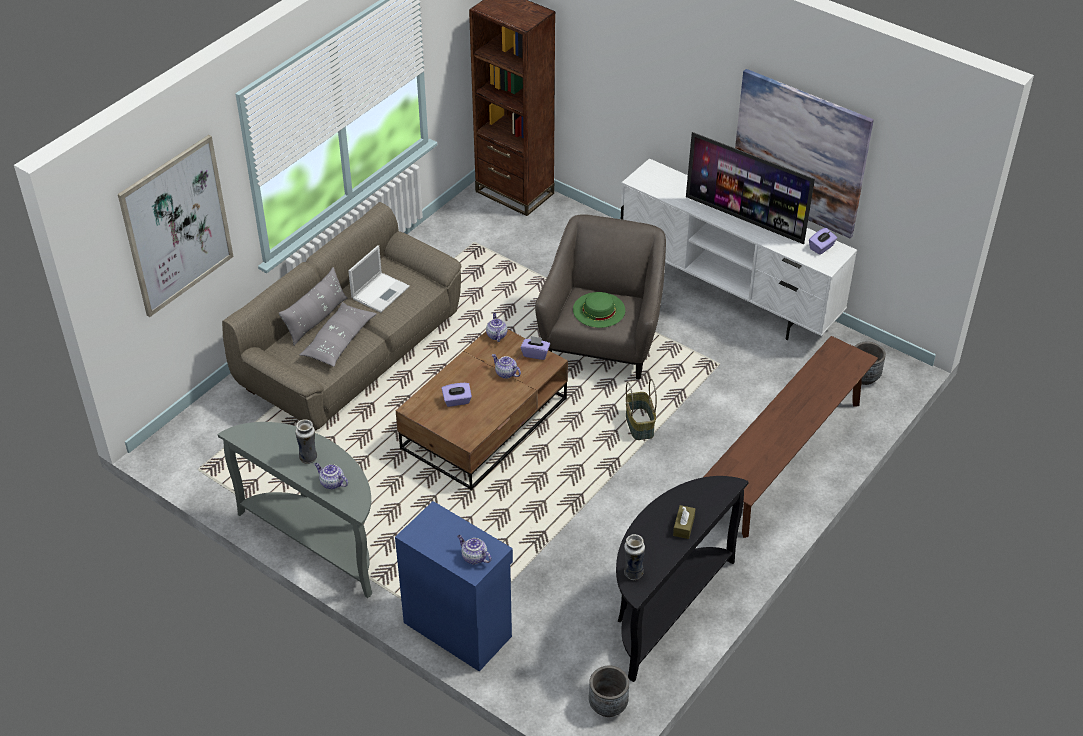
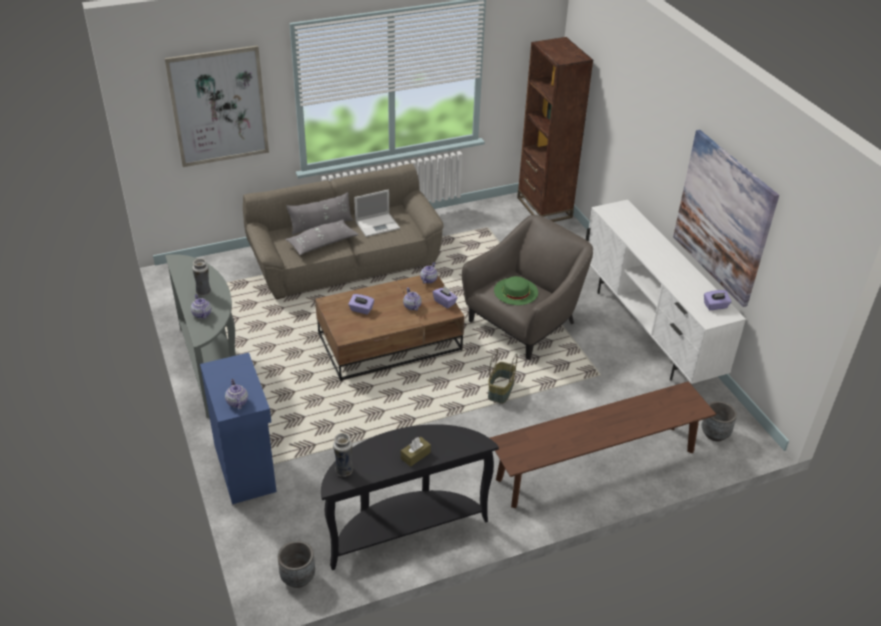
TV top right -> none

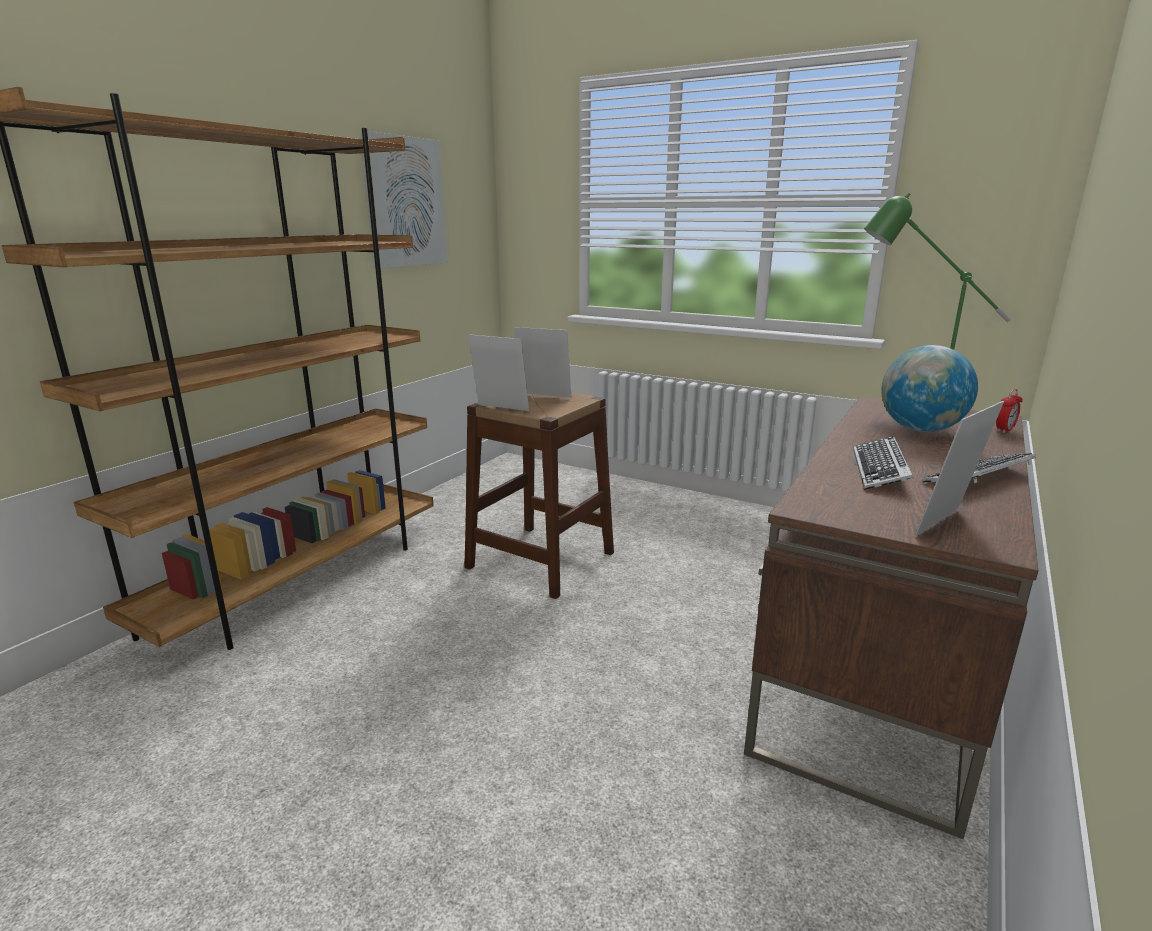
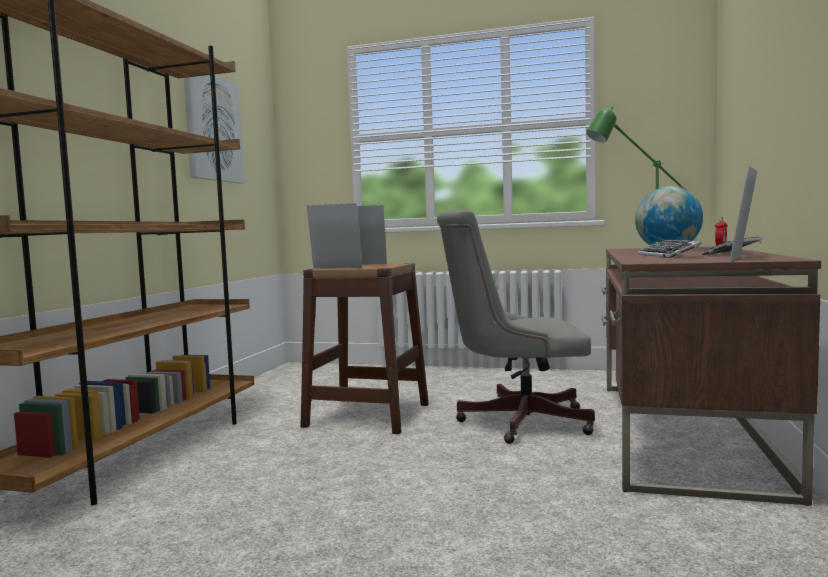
none -> desk chair (greyish) centre

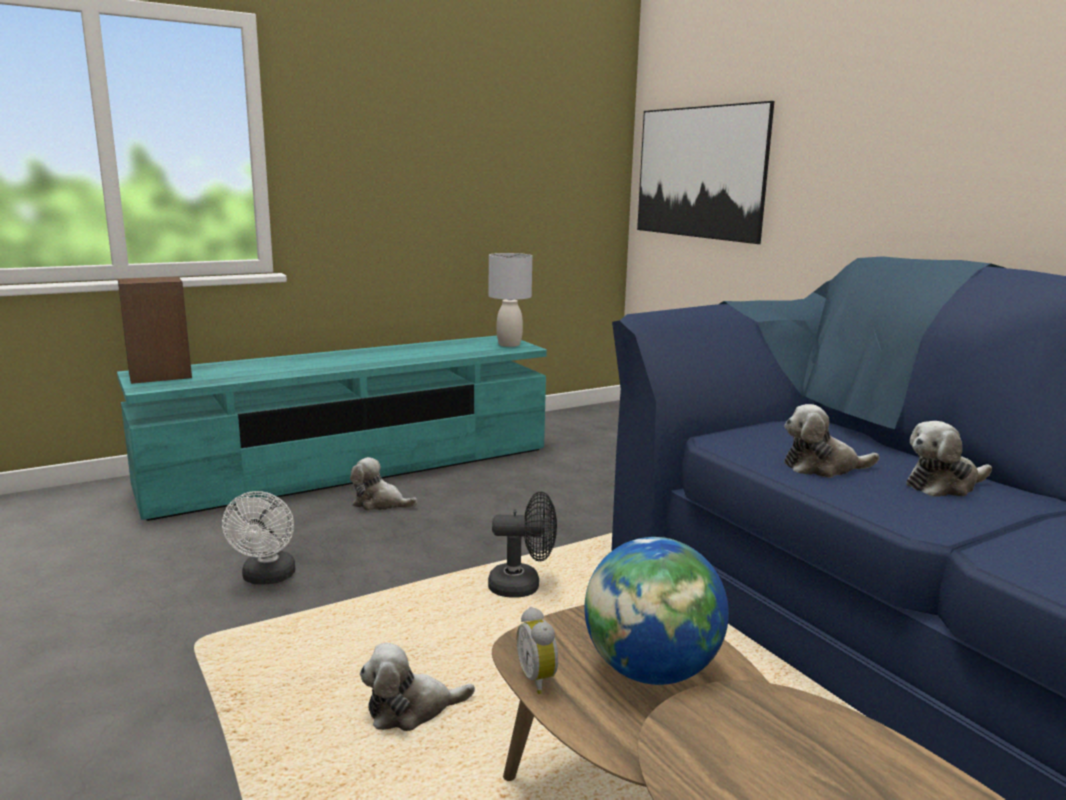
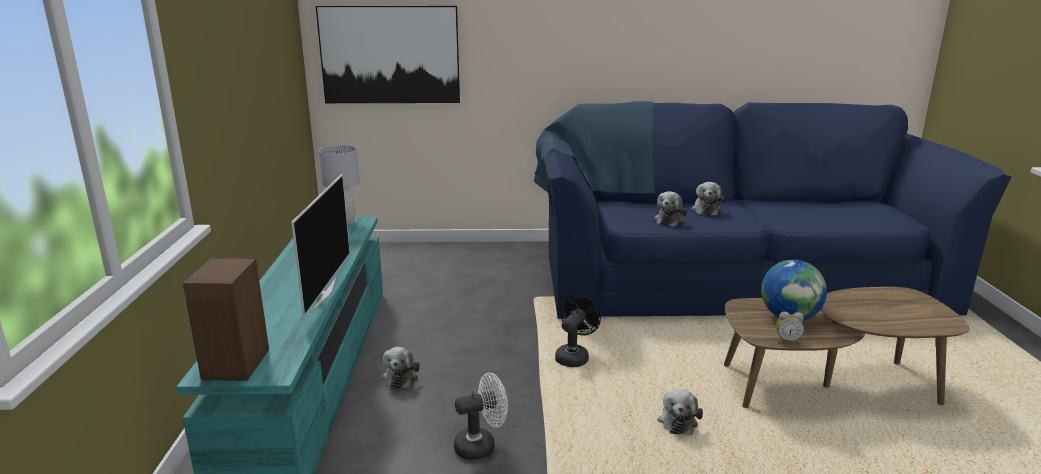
plush toy (1st from left) centre -> plush toy (1st from left) bottom centre, 45 degrees counterclockwise
fan (white-coloured) bottom left -> fan (white-coloured) bottom centre, 45 degrees counterclockwise
none -> TV middle left

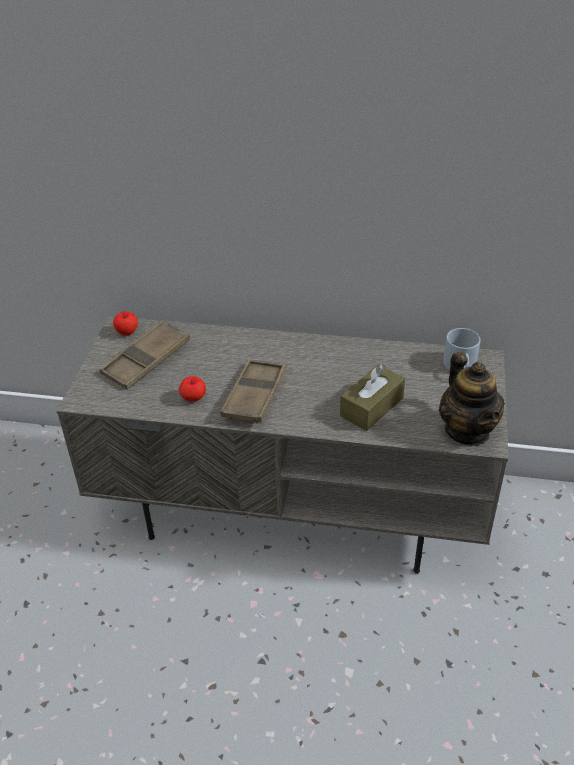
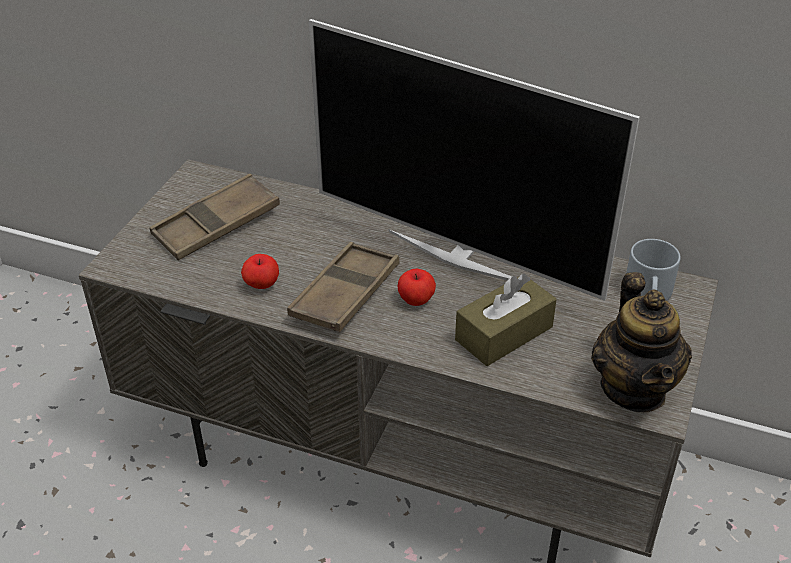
apple fruit (1st from left in the first image) middle left -> apple fruit (2nd from left) centre, moved
none -> TV top centre

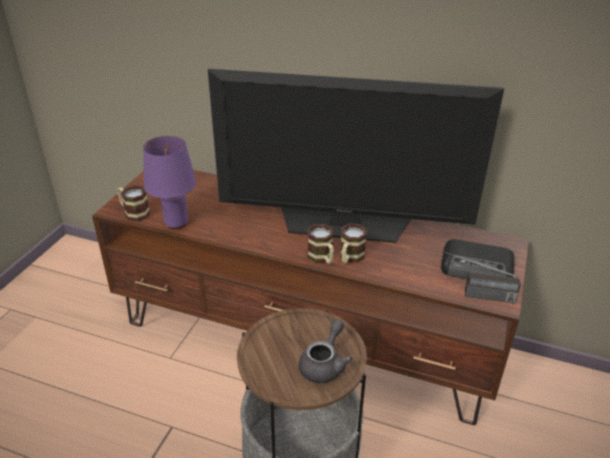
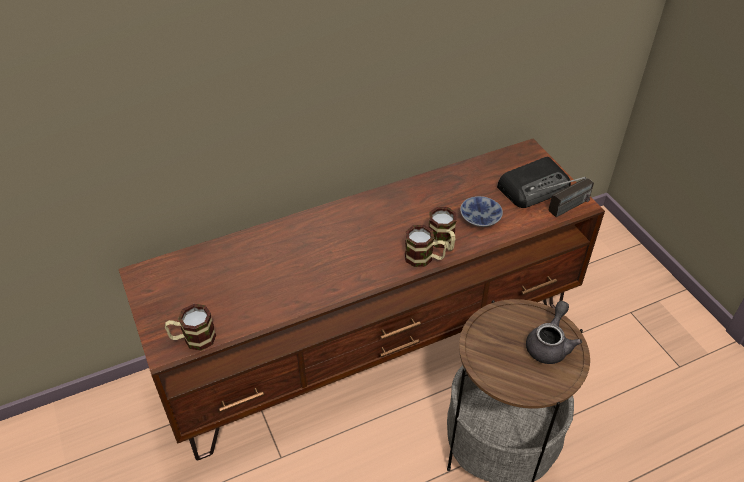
TV centre -> none
table lamp (purplish) middle left -> none
pot for tea (greyish) bottom centre -> pot for tea (greyish) bottom right, 45 degrees clockwise
none -> bowl centre

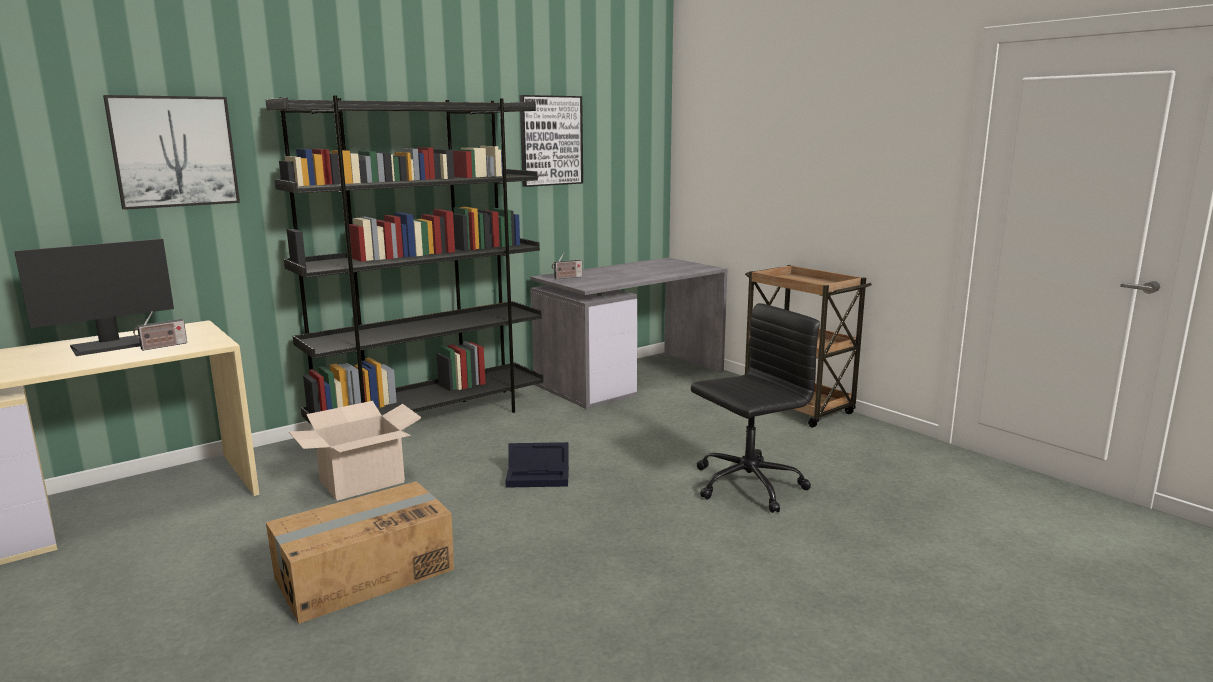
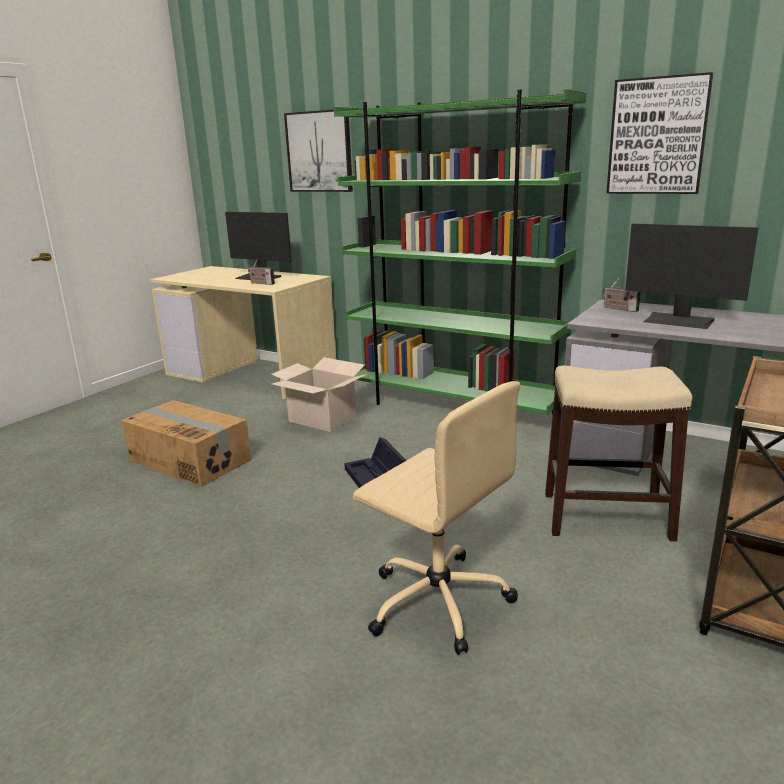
bookshelf (black) middle left -> bookshelf (green) top centre
desk chair (black) centre -> desk chair (beige-coloured) centre
none -> computer display (2nd from left) middle right
none -> stool seat middle right

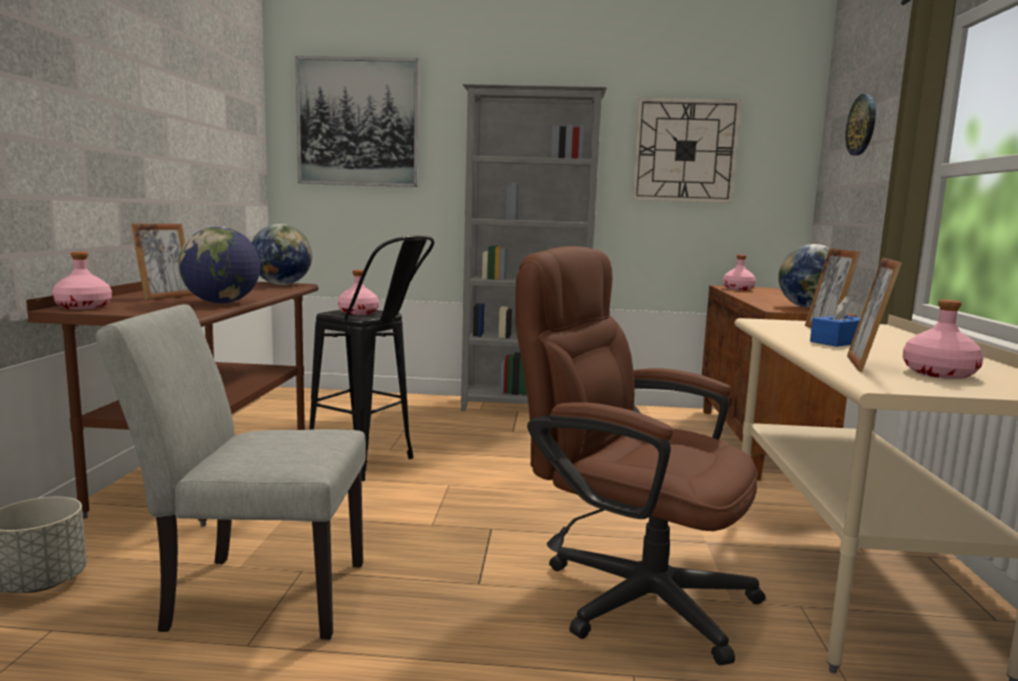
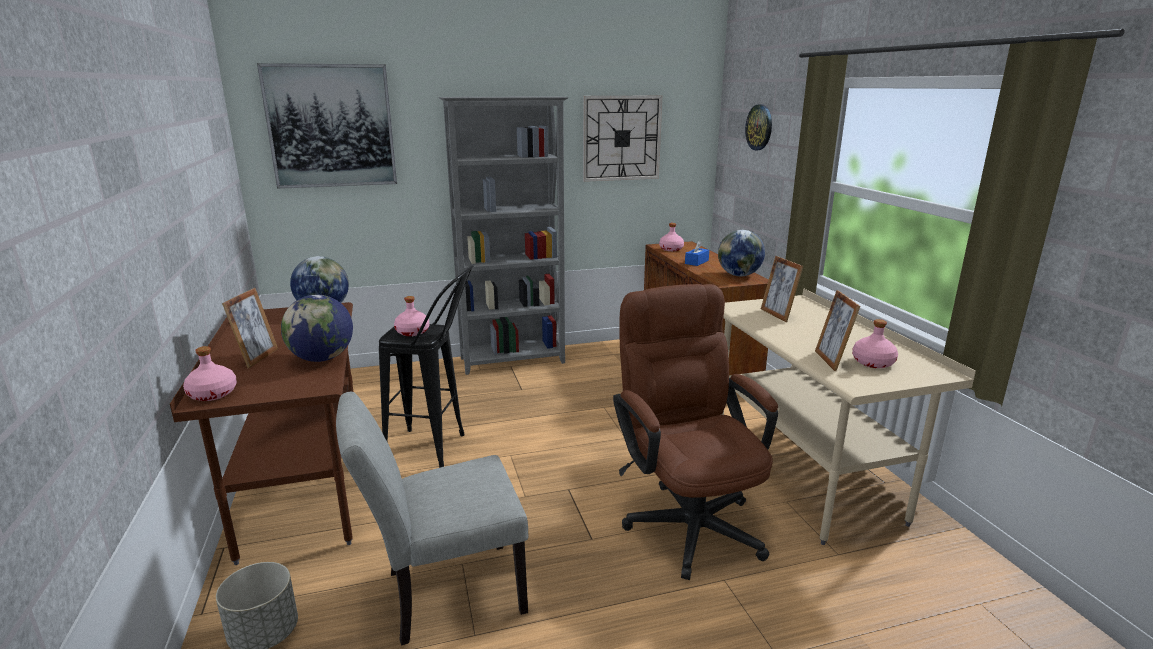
desk chair (brown) bottom centre -> desk chair (brown) centre, 60 degrees clockwise
box of tissues (blue) middle right -> box of tissues (blue) centre, moved

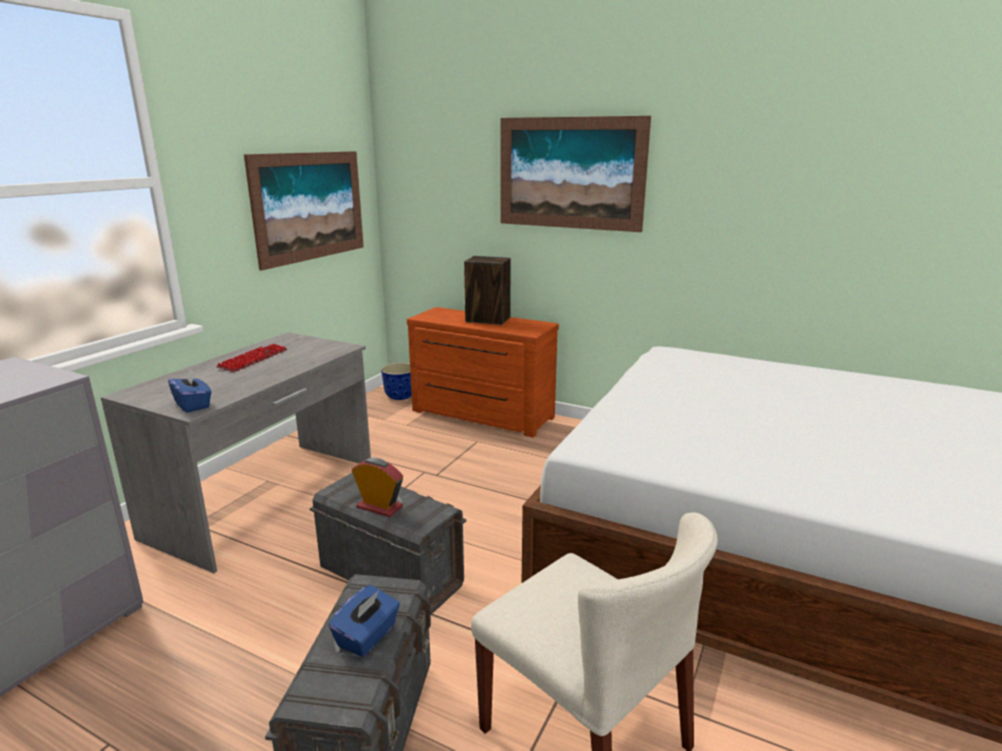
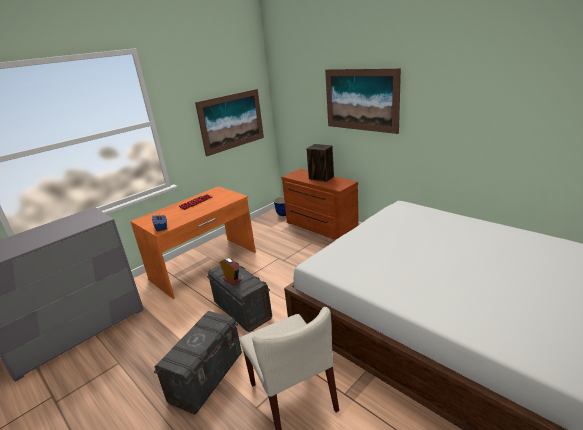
desk table (greyish) middle left -> desk table (orangey) middle left
box of tissues (blue) (2nd from left) bottom centre -> none

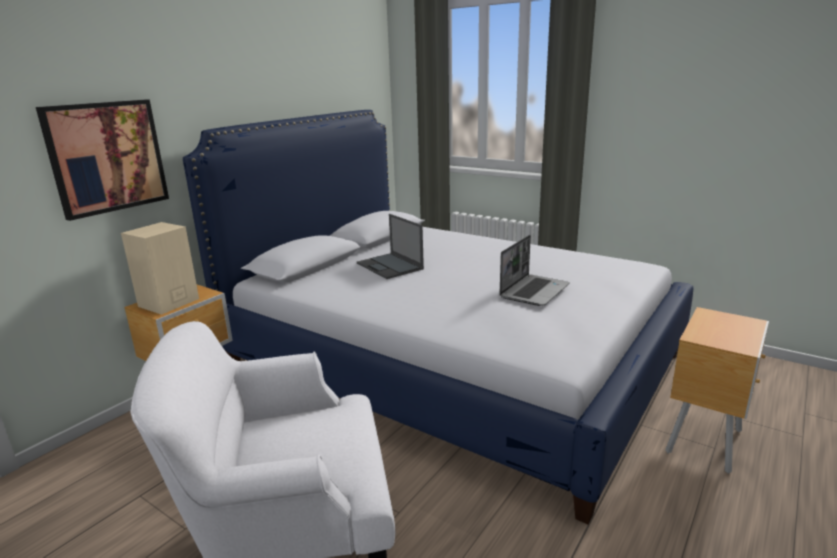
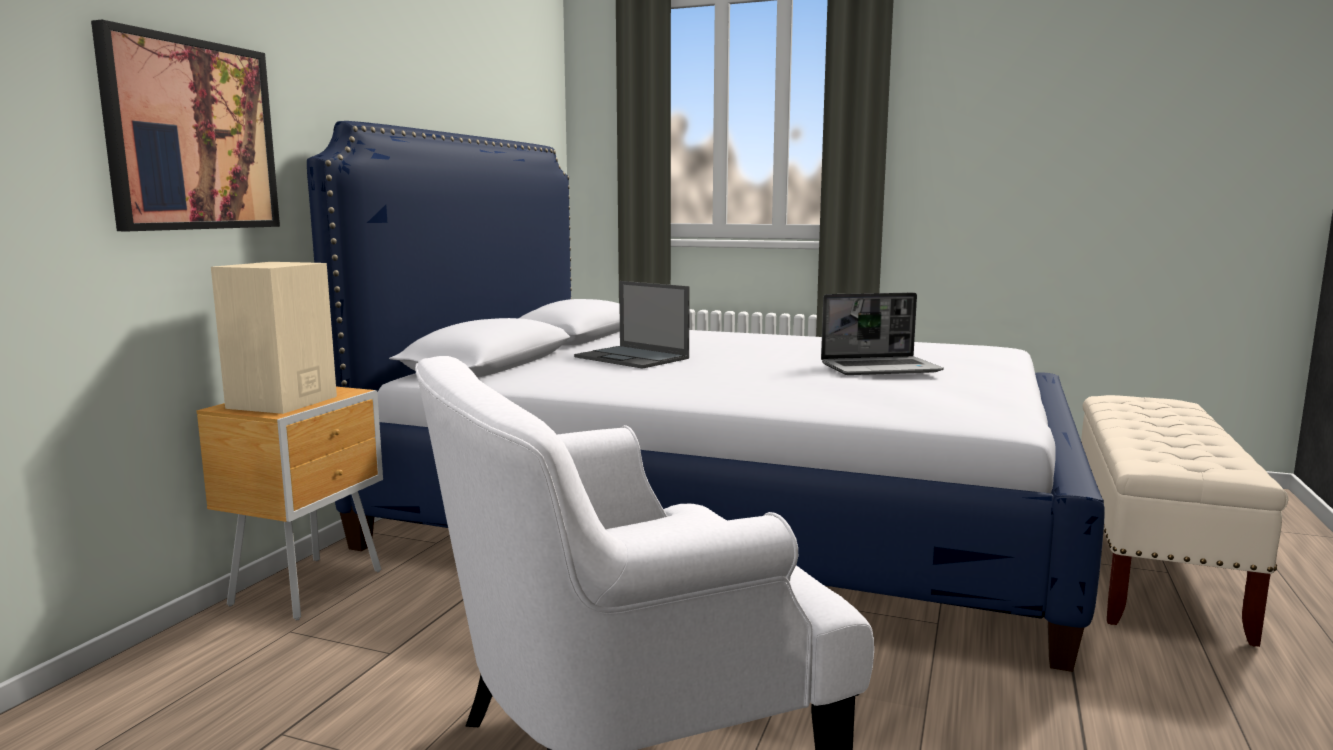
notebook computer (2nd from left) centre, 60 degrees clockwise
night table (brown) (2nd from left) bottom right -> long seat (beige-coloured) bottom right

